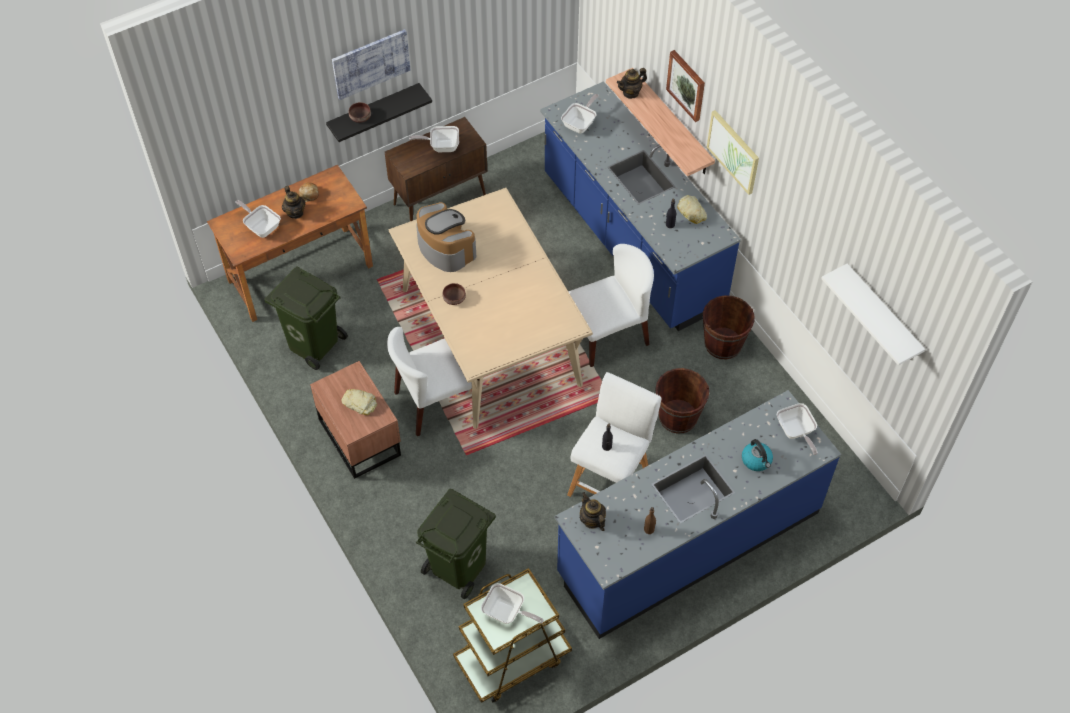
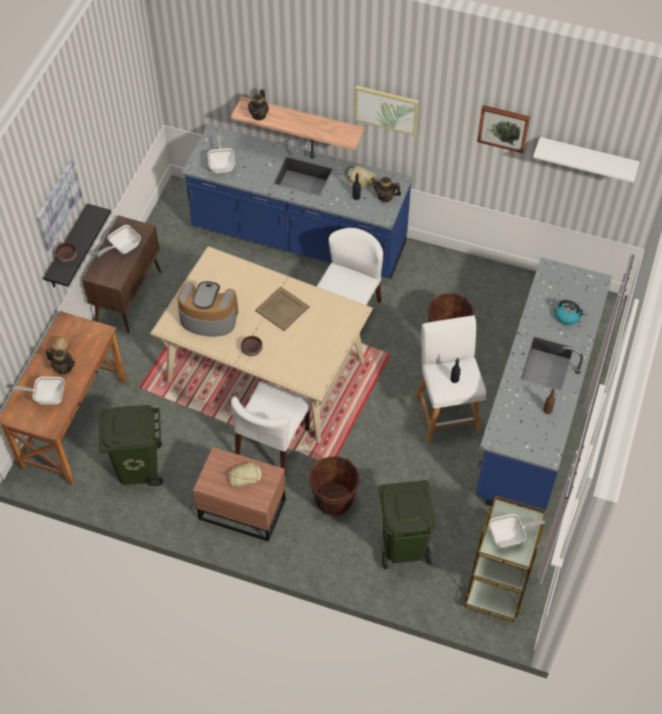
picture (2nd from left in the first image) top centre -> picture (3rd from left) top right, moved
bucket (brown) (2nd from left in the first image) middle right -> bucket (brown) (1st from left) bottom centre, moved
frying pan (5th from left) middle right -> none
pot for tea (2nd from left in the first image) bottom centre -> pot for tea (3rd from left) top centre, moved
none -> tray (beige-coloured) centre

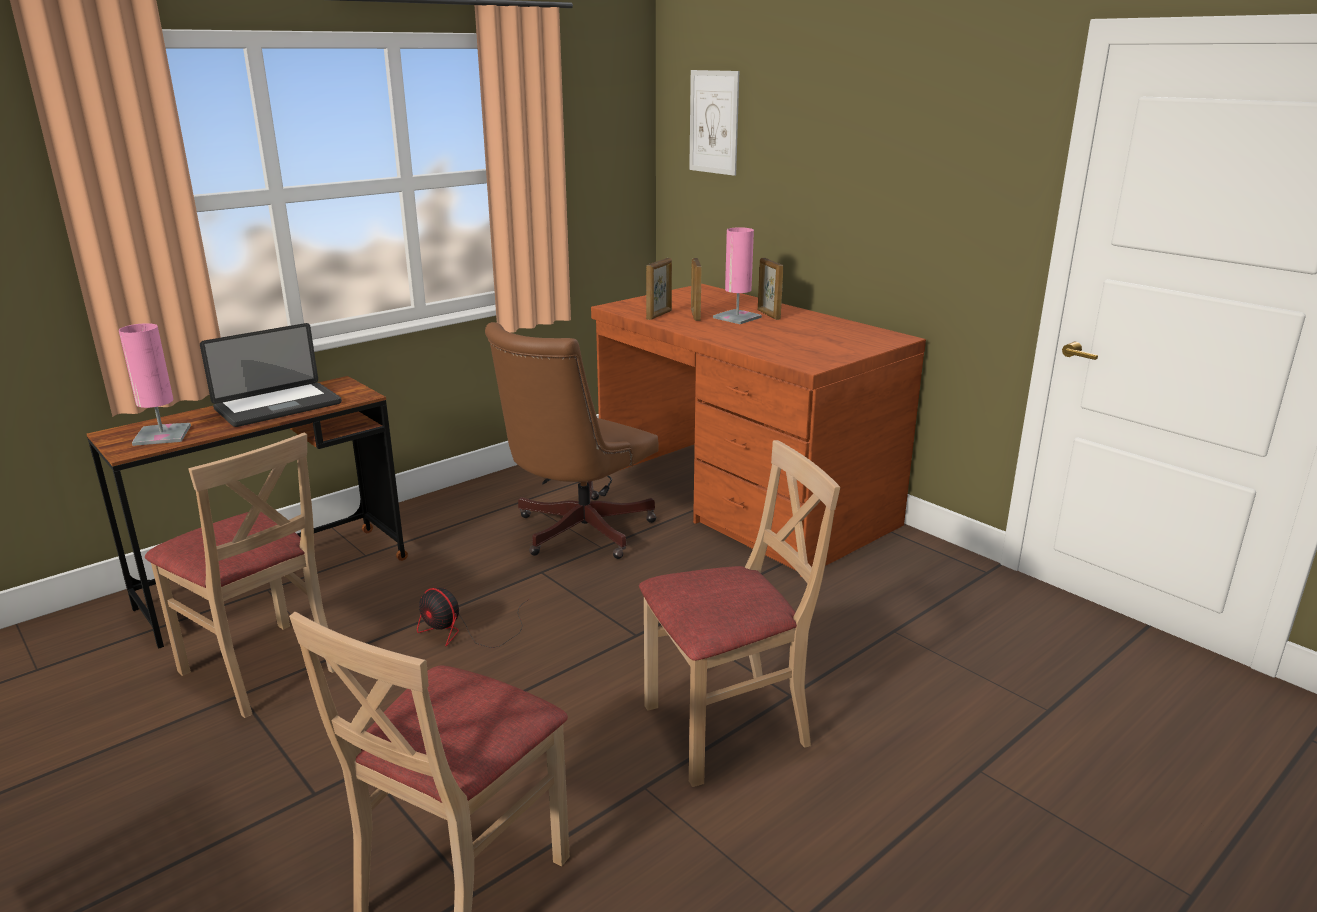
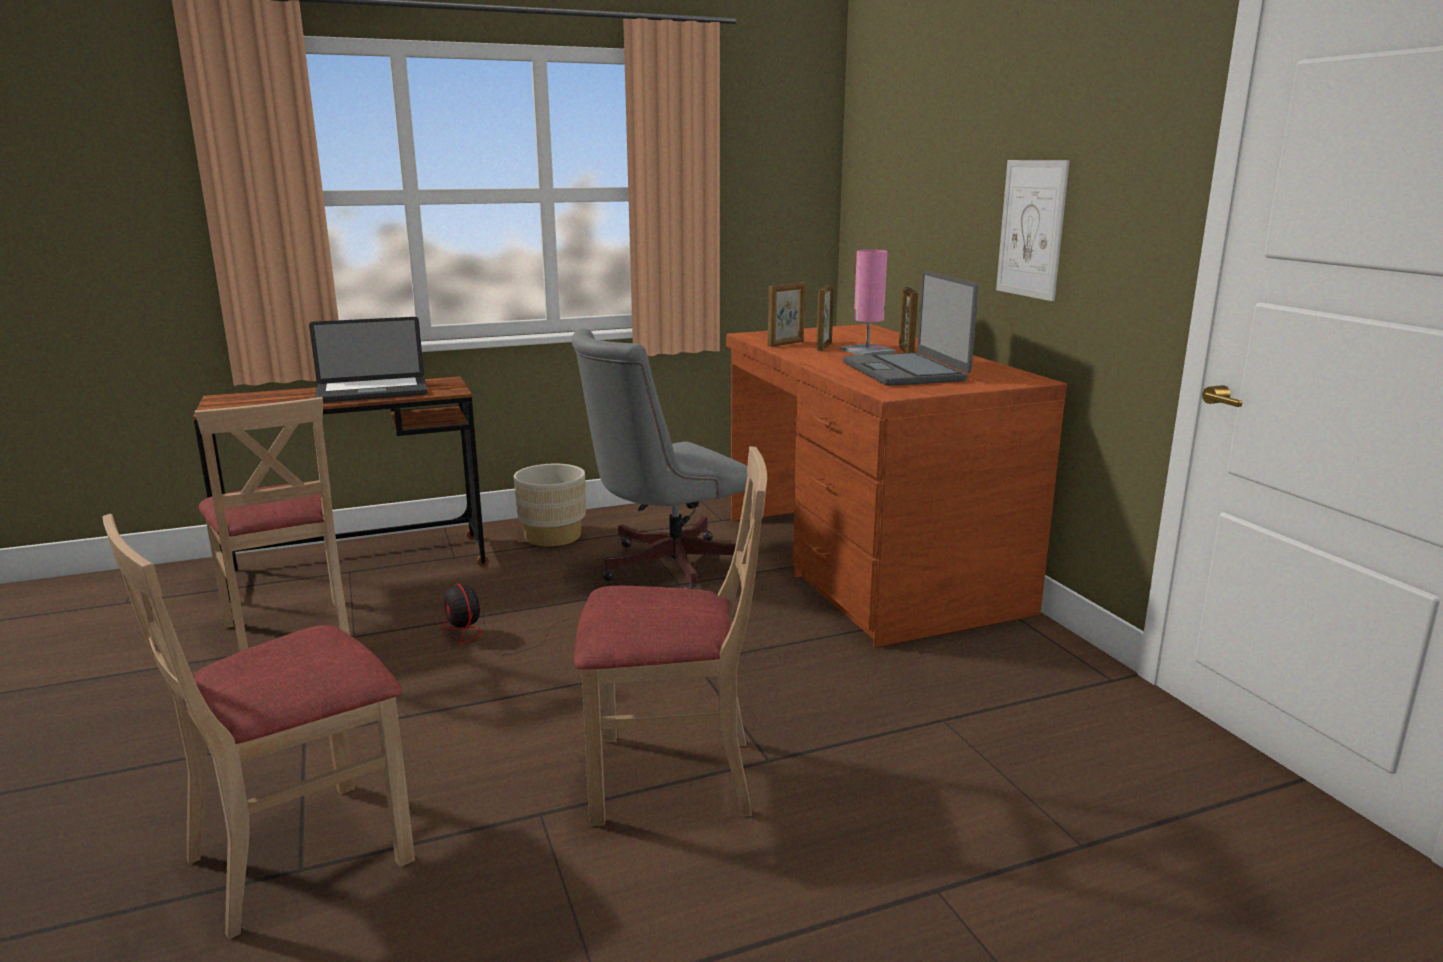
picture top centre -> picture top right, moved
desk chair (brown) centre -> desk chair (greyish) centre
table lamp (pink-coloured) (1st from left) middle left -> none
none -> notebook computer (2nd from left) centre
none -> flower pot (beige-coloured) centre

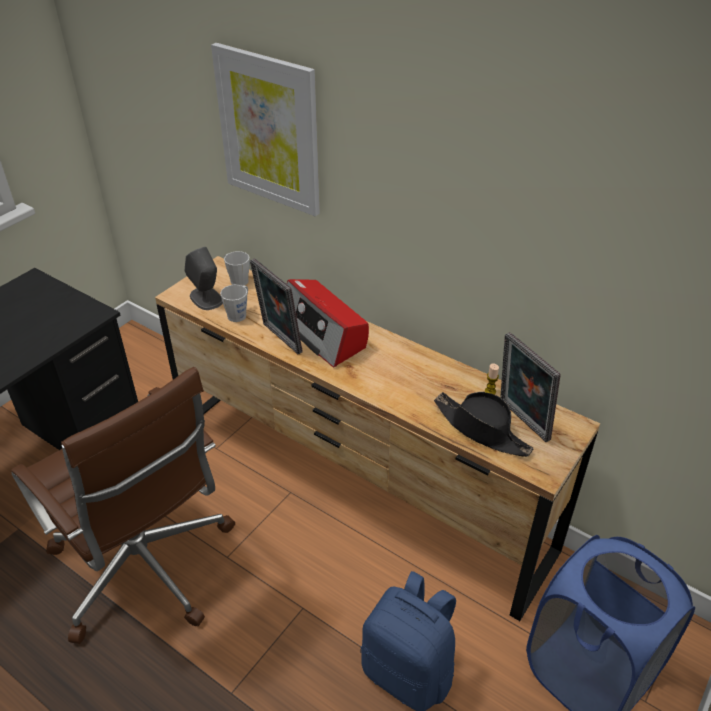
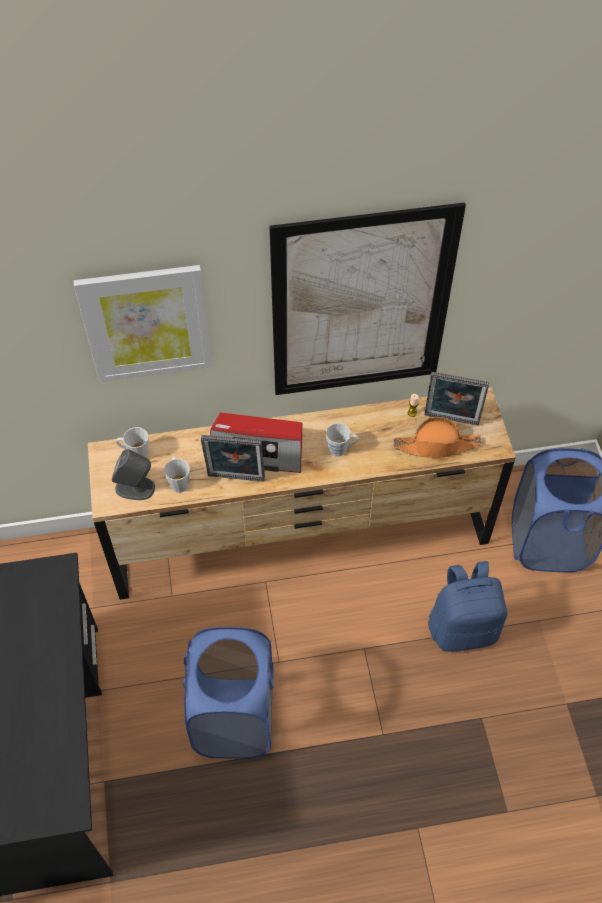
desk chair (brown) bottom left -> washing basket (blue) (1st from left) bottom centre
clothing hat (black) middle right -> clothing hat (orangey) middle right
none -> picture (2nd from left) top centre
none -> tea mug (greyish) (3rd from left) centre

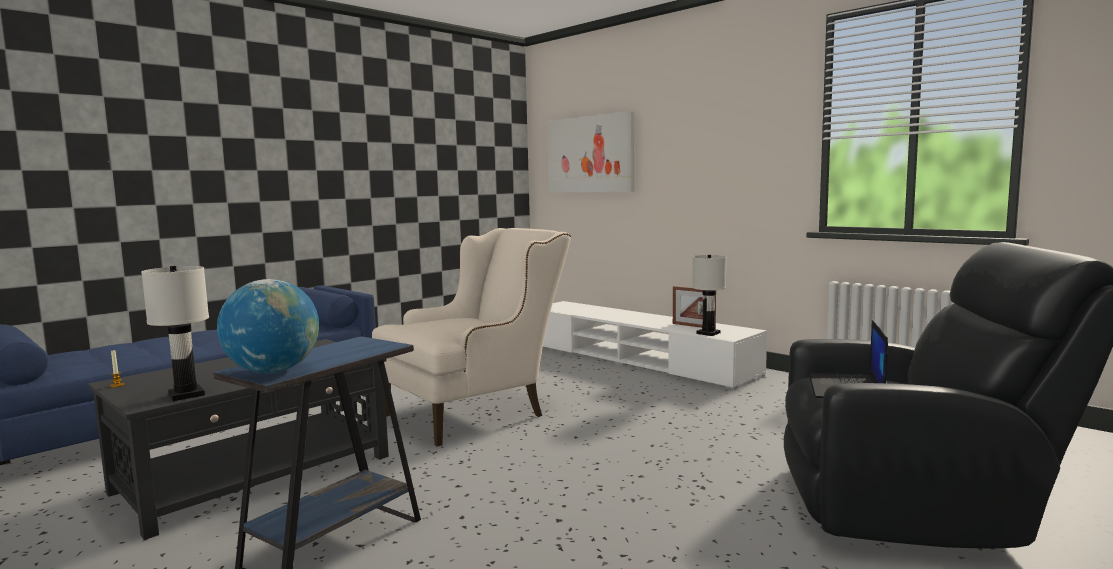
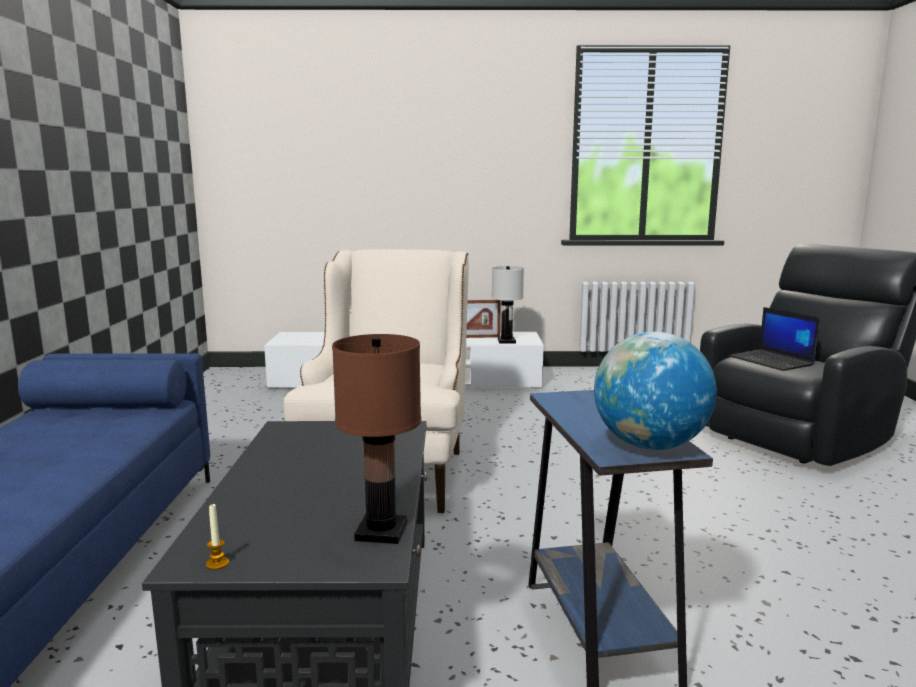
picture top centre -> none
table lamp (white-coloured) (1st from left) middle left -> table lamp (brown) centre

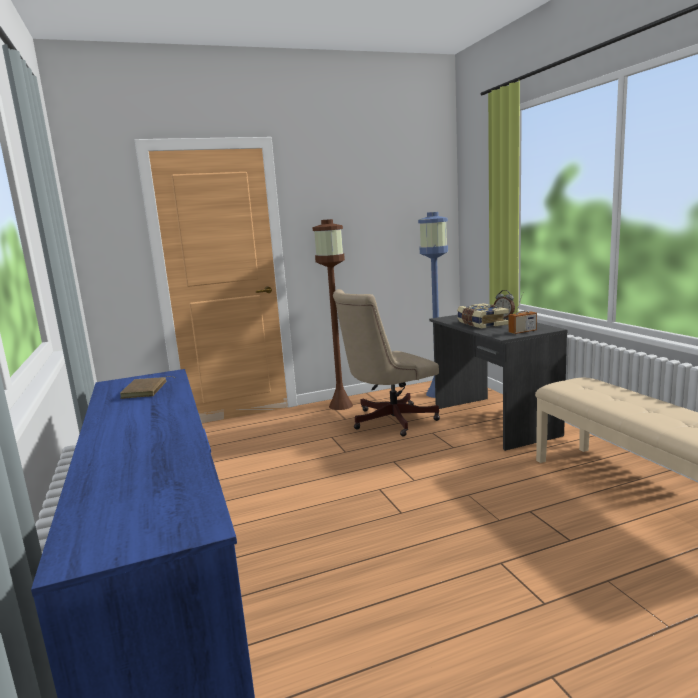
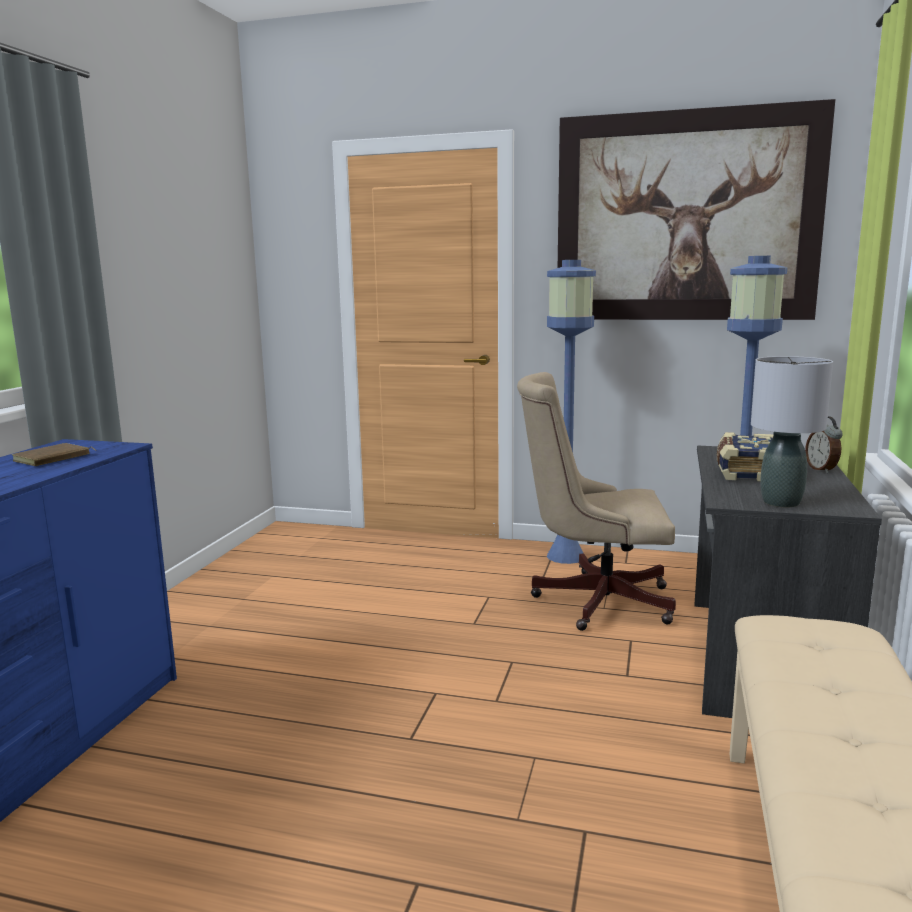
standard lamp (brown) centre -> standard lamp (blue) (1st from left) centre
radio receiver middle right -> table lamp (greyish) middle right
none -> picture top right

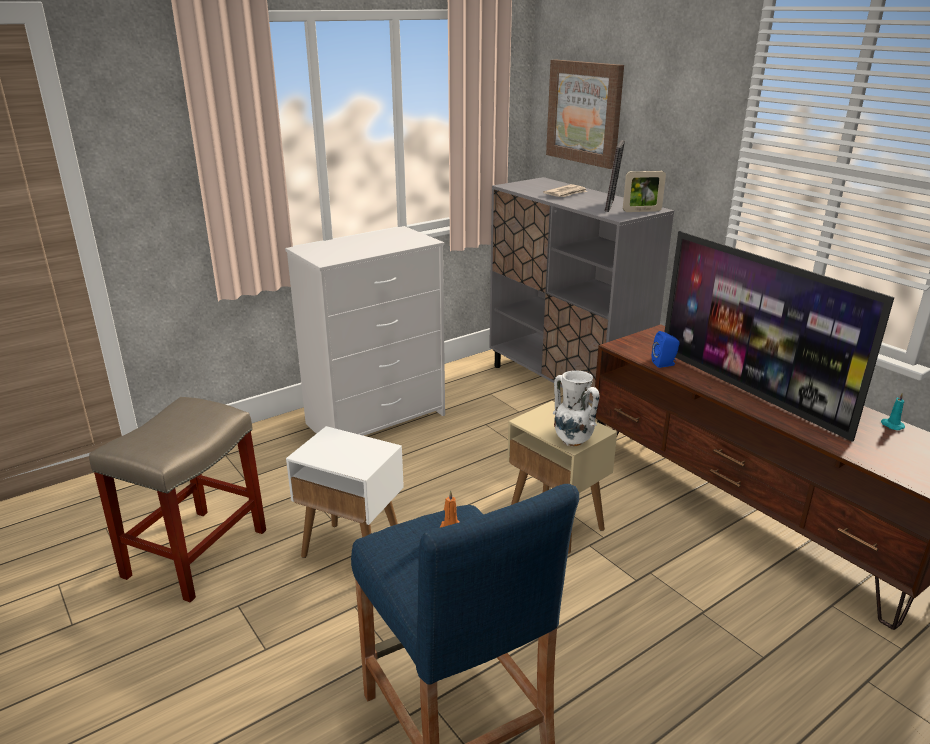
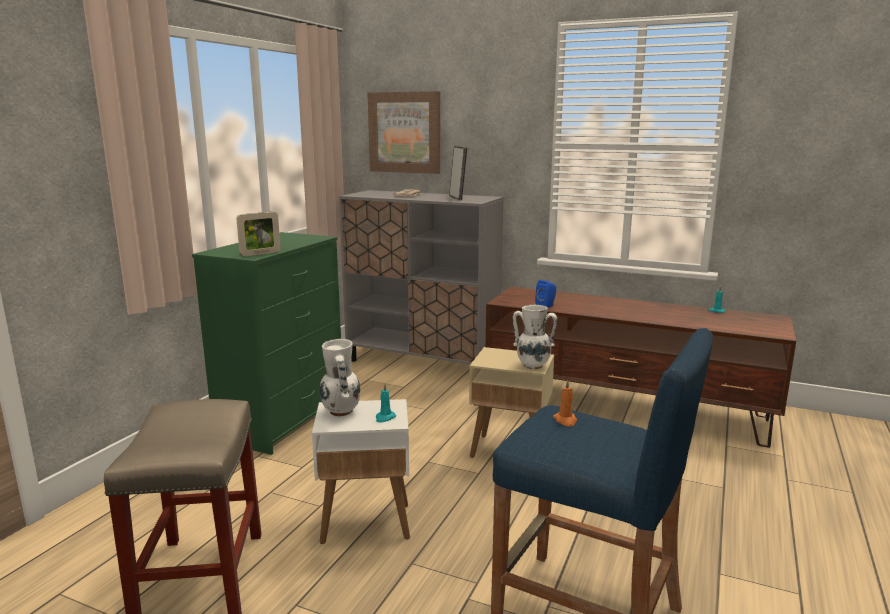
photo frame (2nd from left in the first image) top right -> photo frame (1st from left) middle left, moved
dresser (white-coloured) centre -> dresser (green) middle left
TV middle right -> none
none -> vase (white-coloured) (1st from left) centre
none -> wax light (turquoise-coloured) (1st from left) centre

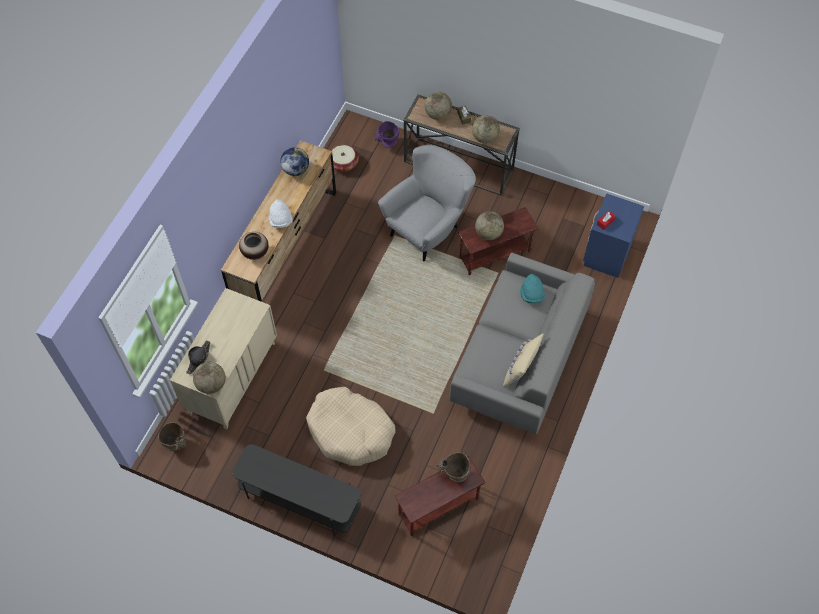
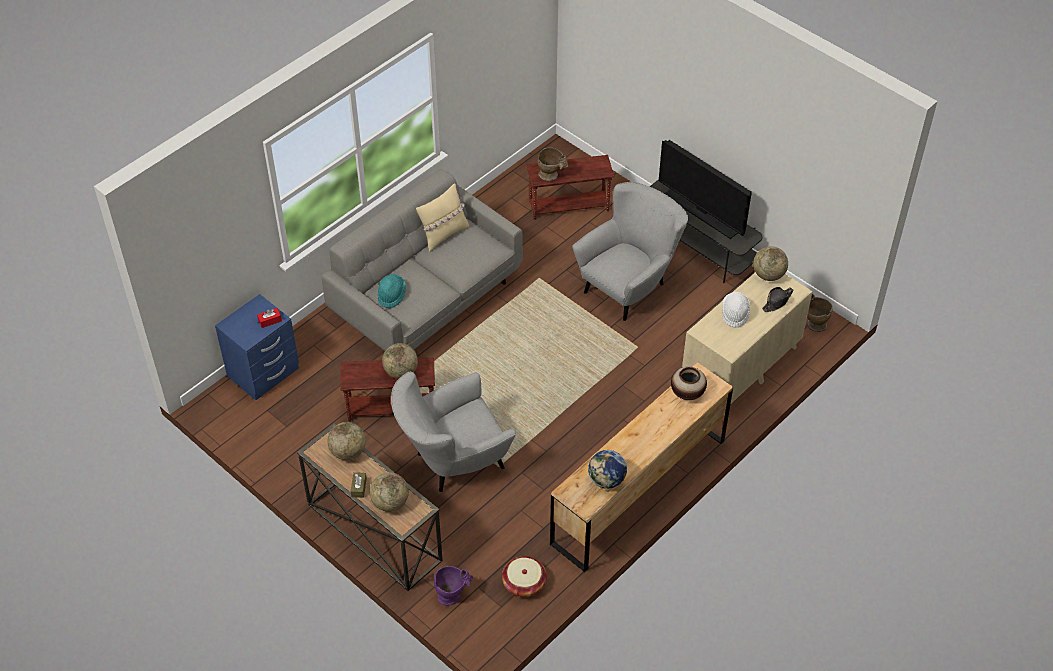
clothing hat (white-coloured) centre -> clothing hat (white-coloured) middle right, moved
dog cushion (beige-coloured) bottom centre -> easy chair (greyish) (2nd from left) centre
none -> TV top right

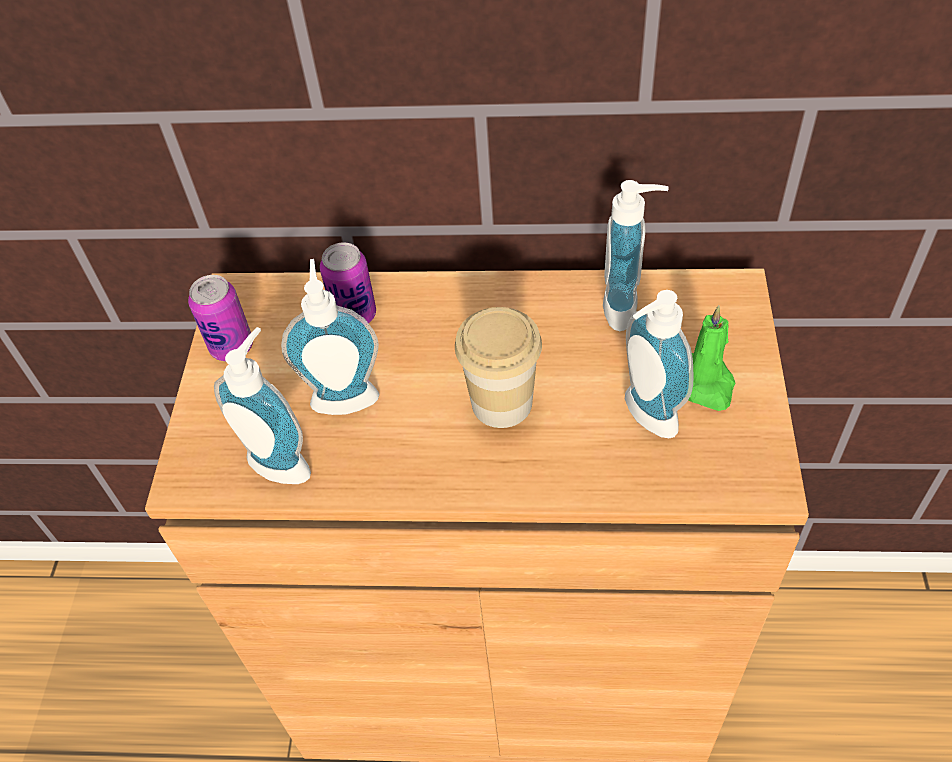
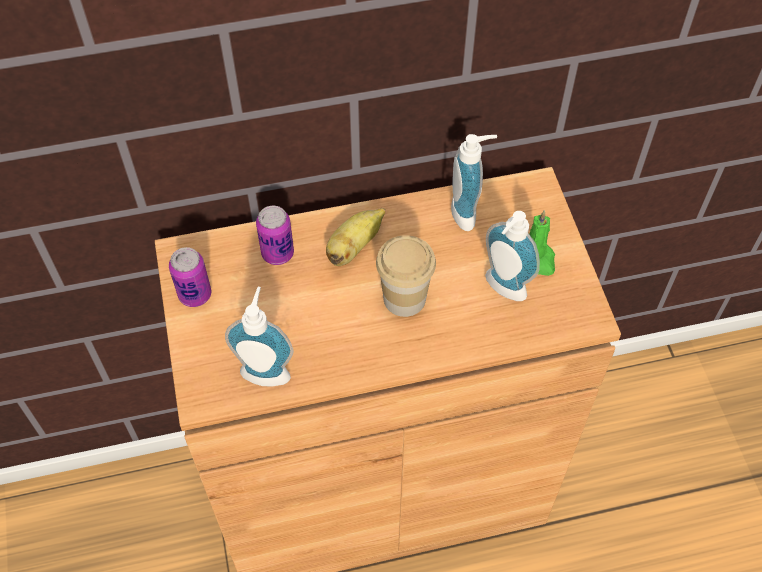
soap dispenser (2nd from left) centre -> none
none -> banana fruit centre

